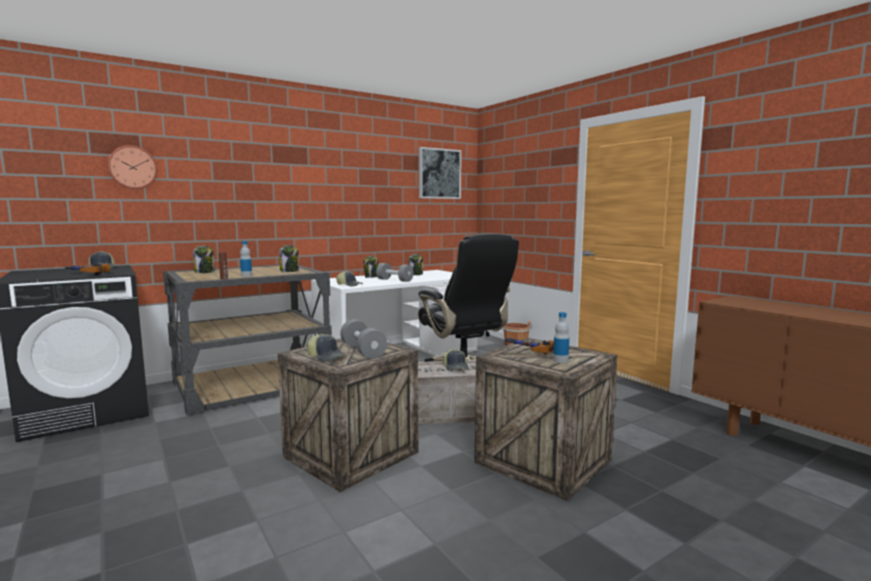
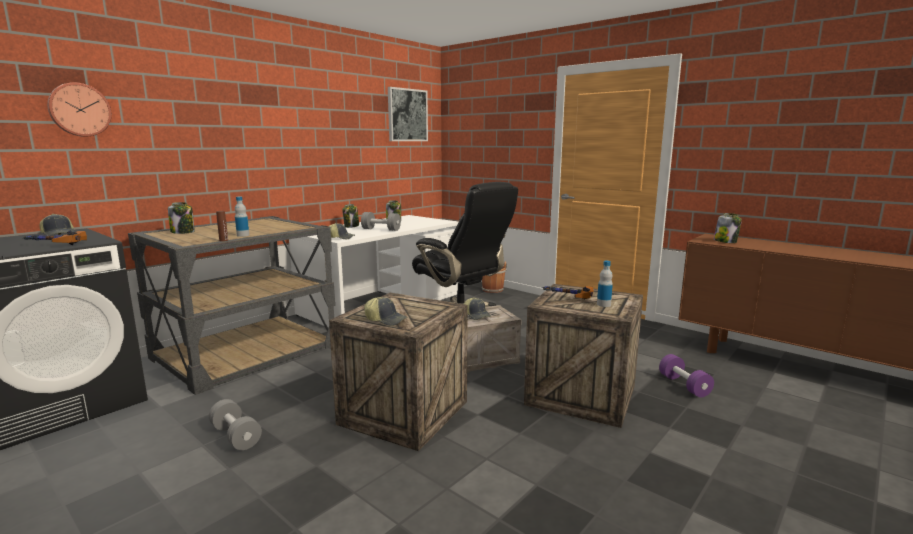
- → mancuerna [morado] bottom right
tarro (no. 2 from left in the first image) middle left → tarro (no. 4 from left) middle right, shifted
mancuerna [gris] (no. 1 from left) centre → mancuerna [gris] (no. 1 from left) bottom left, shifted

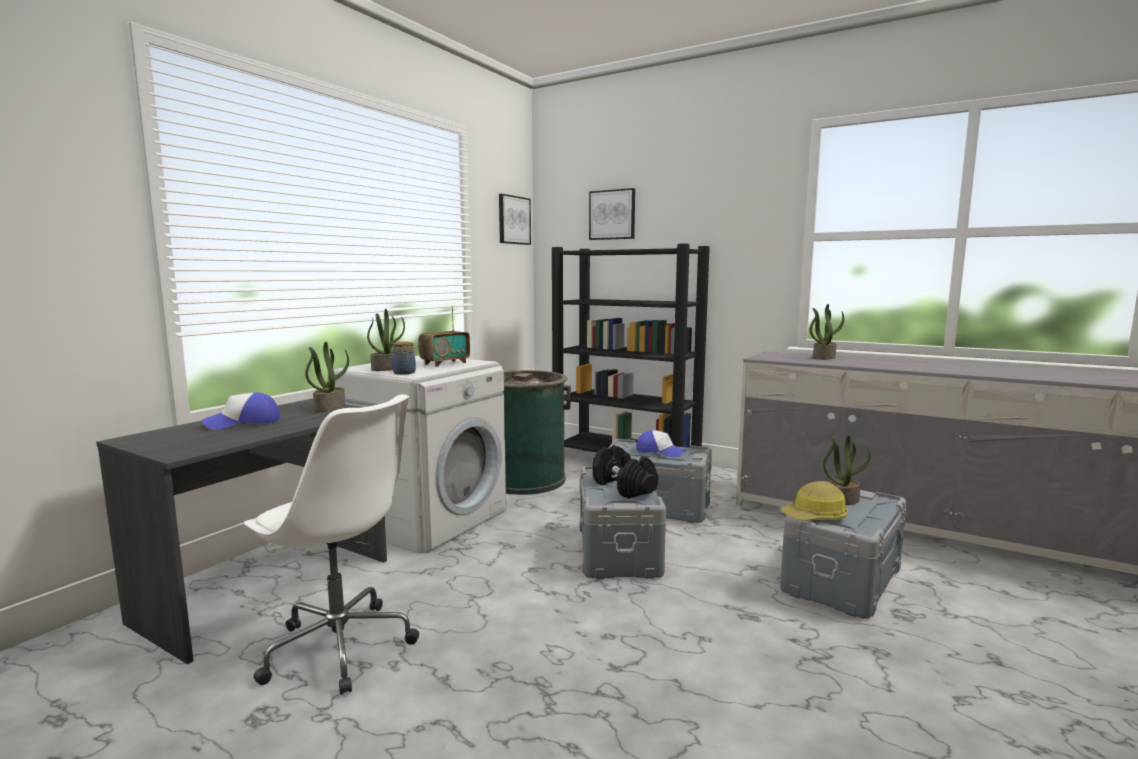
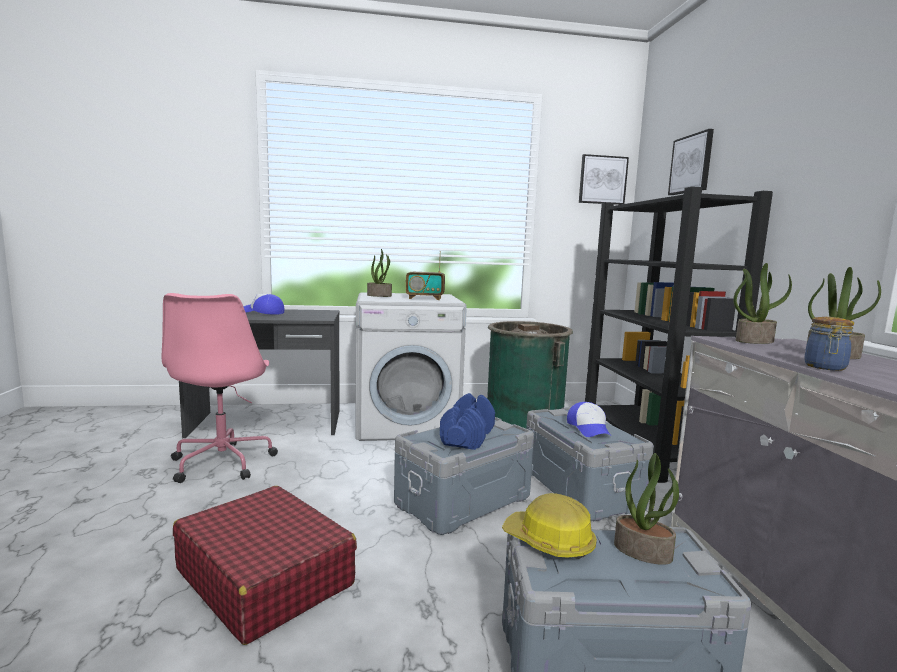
- → maleta [rojo] bottom left
planta en maceta (no. 1 from left in the first image) middle left → planta en maceta (no. 3 from left) middle right, shifted
tarro centre → tarro middle right, shifted
silla de oficina [blanco] bottom left → silla de oficina [rosa] middle left
mancuerna [negro] centre → mancuerna [azul] centre

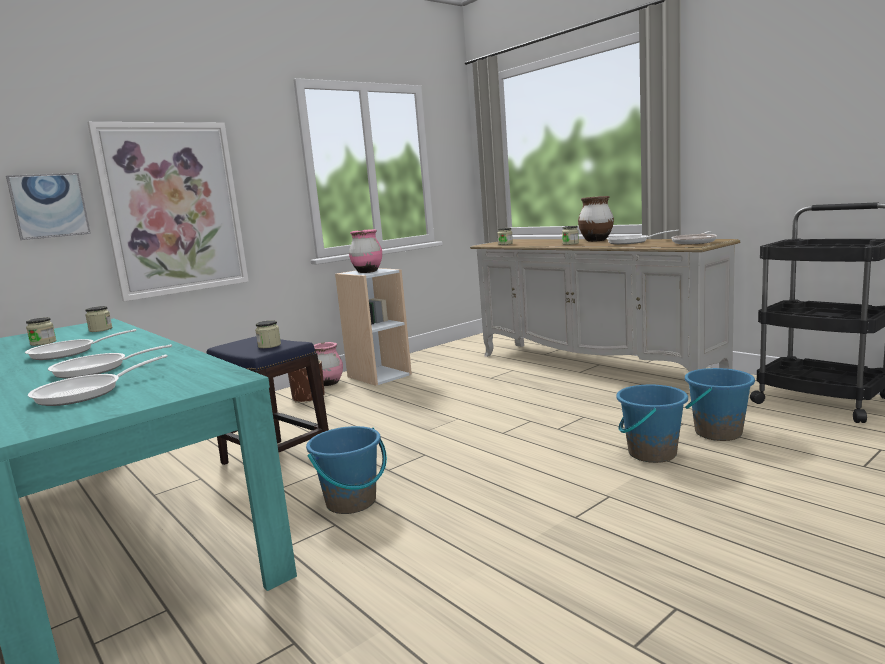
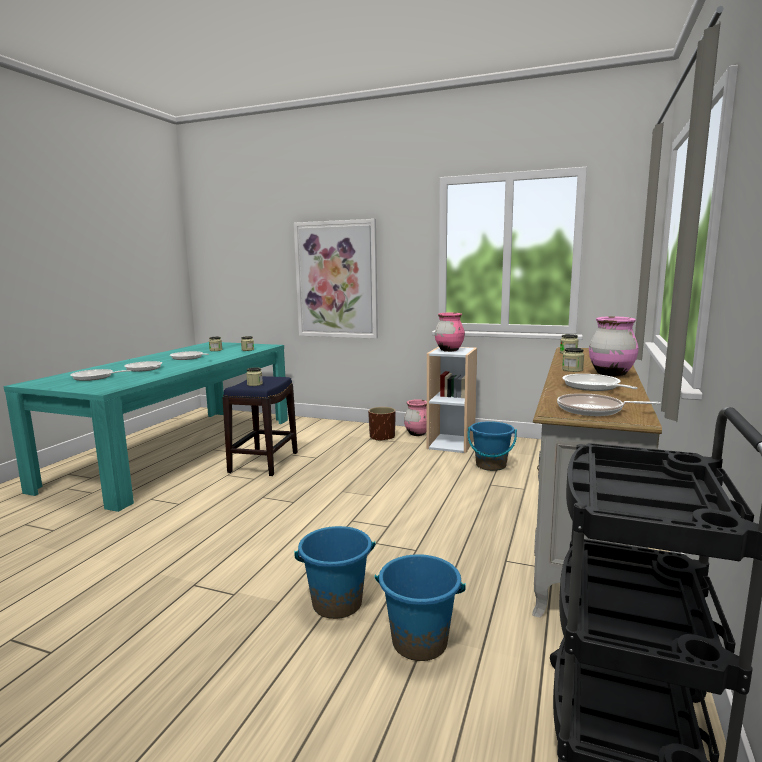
cuadro (no. 1 from left) top left → -
cubo [azul] (no. 1 from left in the first image) bottom centre → cubo [azul] (no. 3 from left) centre, shifted
florero [marrón] top right → florero [rosa] (no. 3 from left) middle right

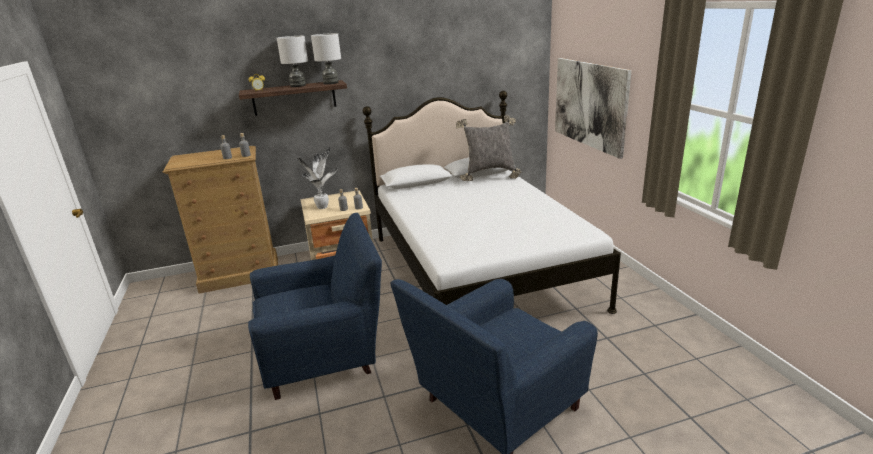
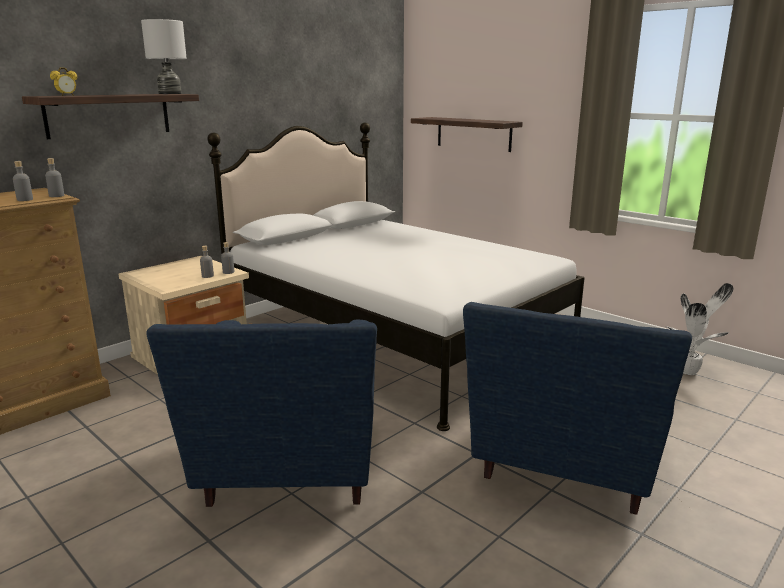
lámpara de mesa [gris] (no. 1 from left) top centre → -
cojín top centre → -
planta en maceta centre → planta en maceta middle right, shifted
cuadro top right → estante (no. 2 from left) top centre
sillón [azul] (no. 1 from left) bottom centre → sillón [azul] (no. 1 from left) bottom left, 135 degrees clockwise

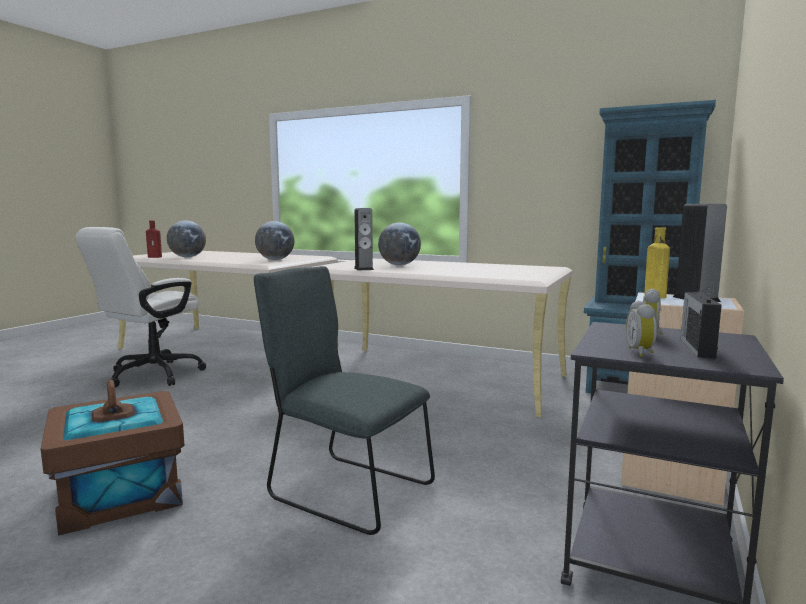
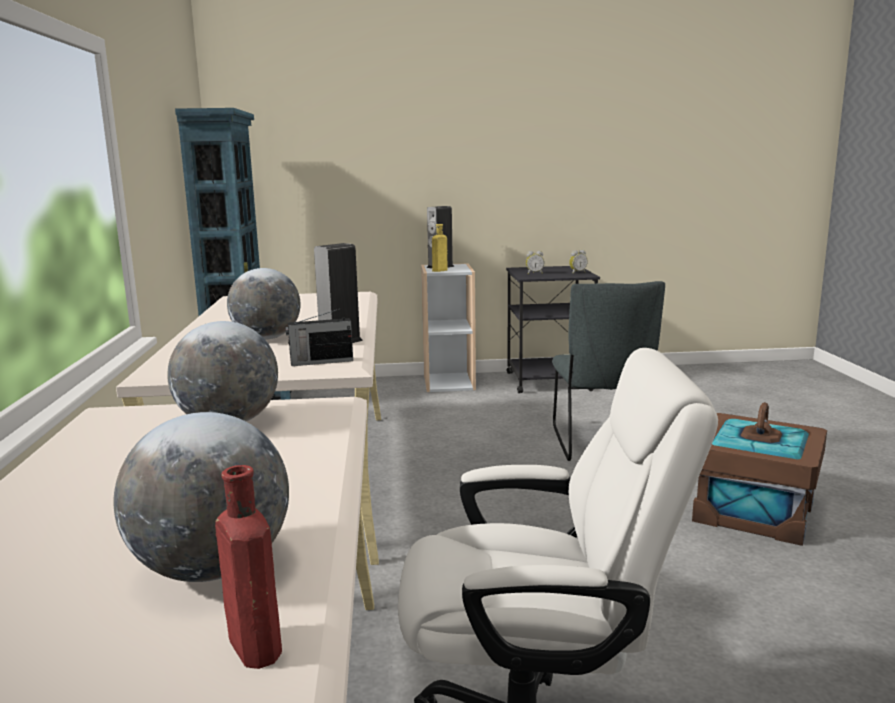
radio middle right → radio centre, shifted

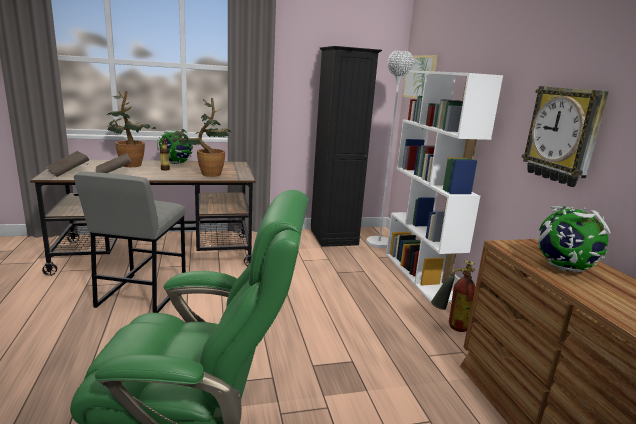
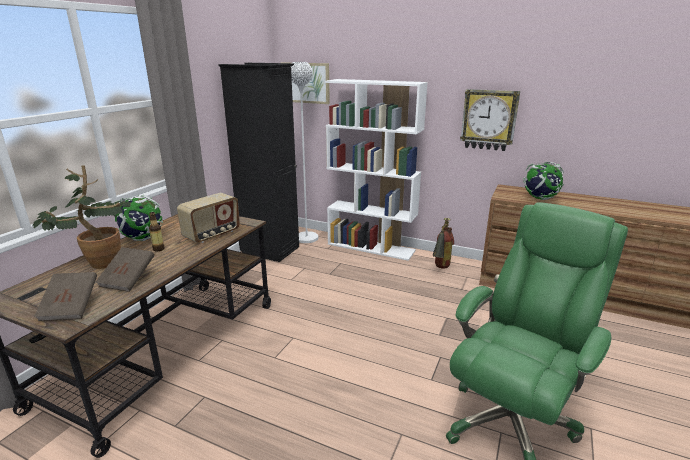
silla [gris] middle left → -
planta en maceta (no. 2 from left) top left → radio middle left

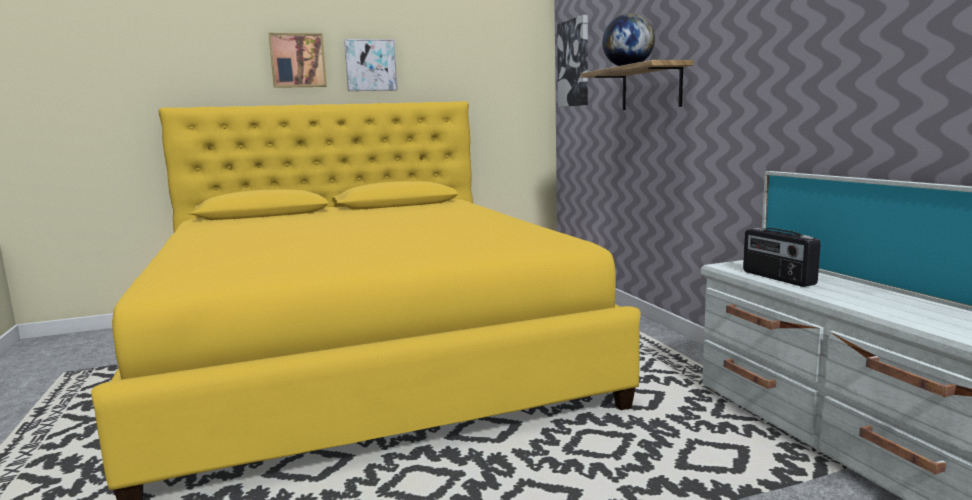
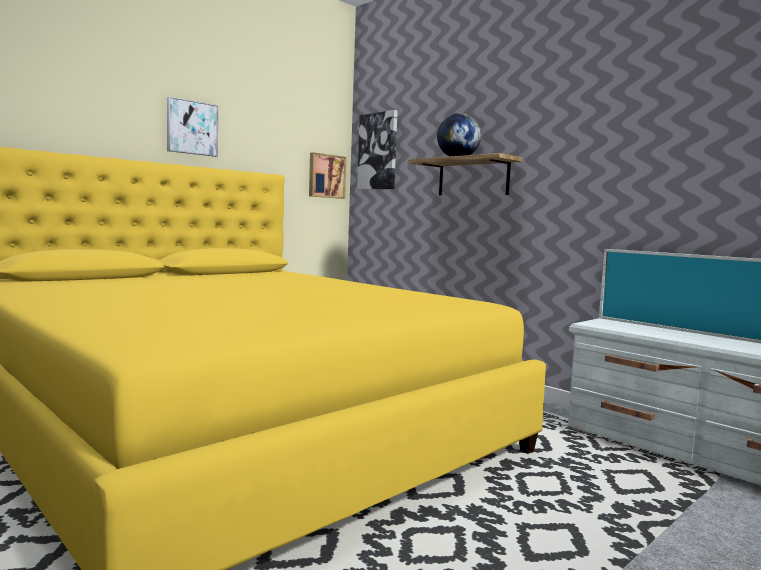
radio middle right → -
cuadro (no. 1 from left in the first image) top left → cuadro (no. 2 from left) top centre, shifted

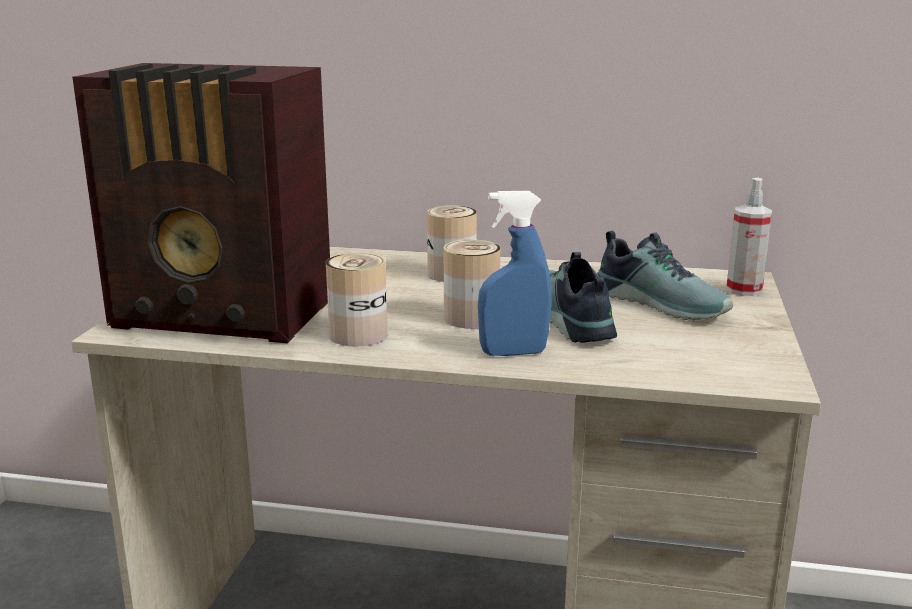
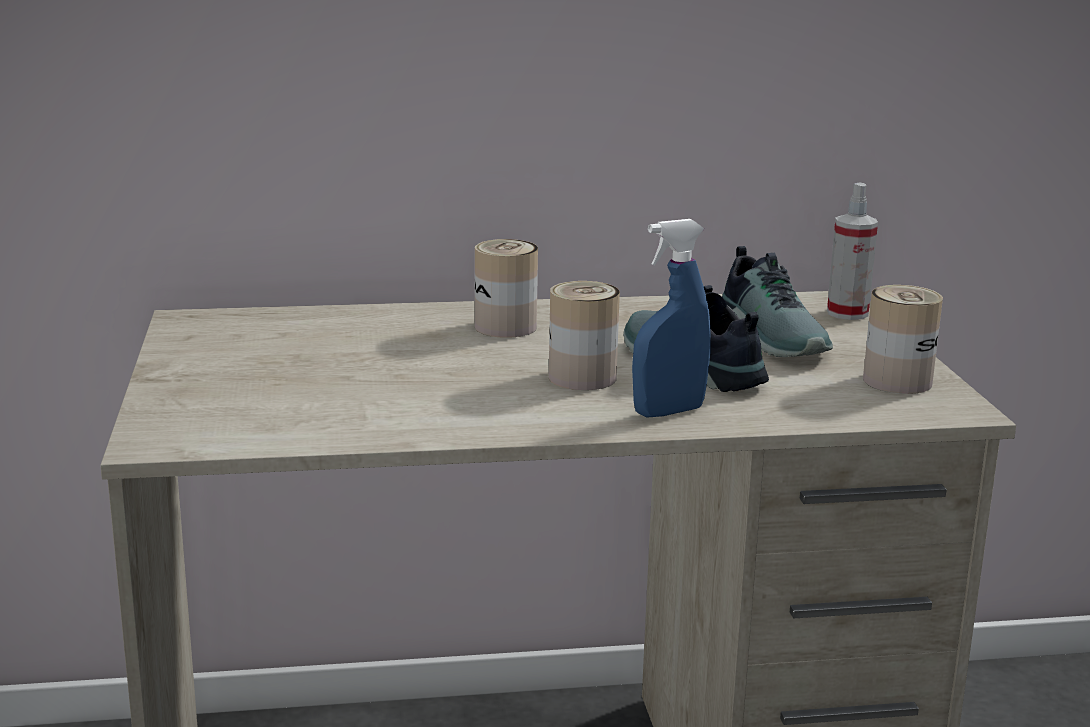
radio middle left → -
lata (no. 1 from left in the first image) centre → lata (no. 3 from left) middle right, shifted
zapato (no. 2 from left) middle right, 45 degrees clockwise

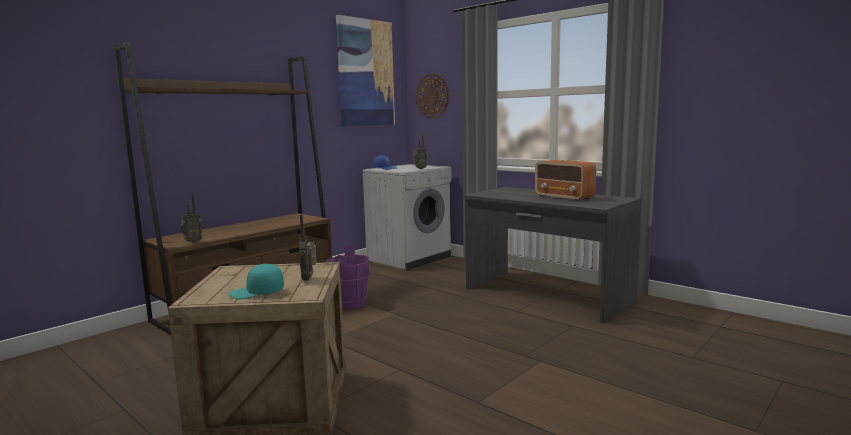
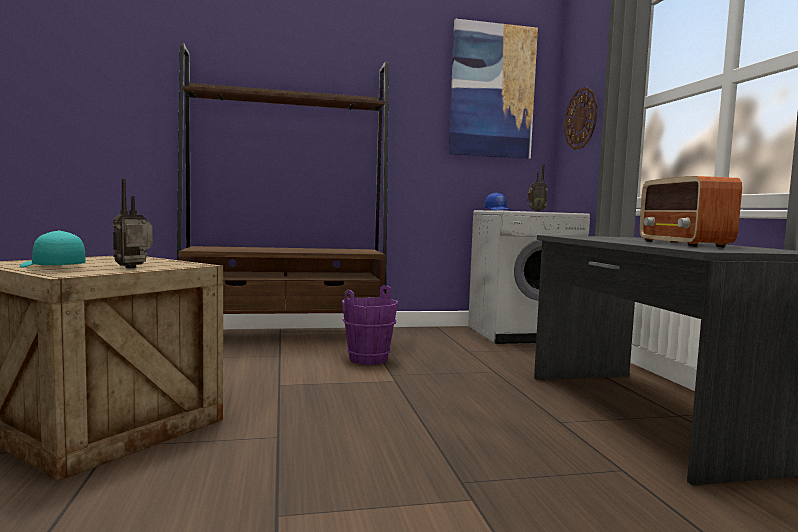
radio (no. 1 from left) middle left → -

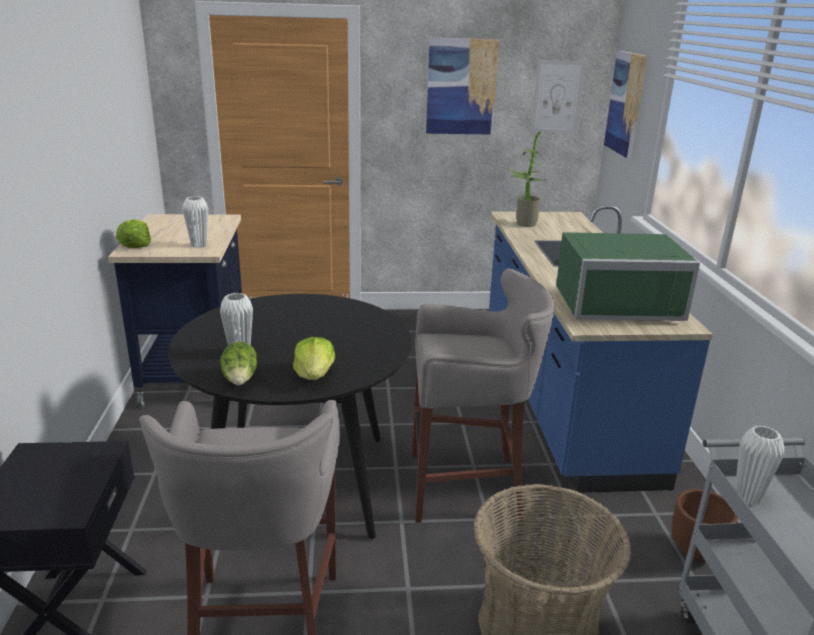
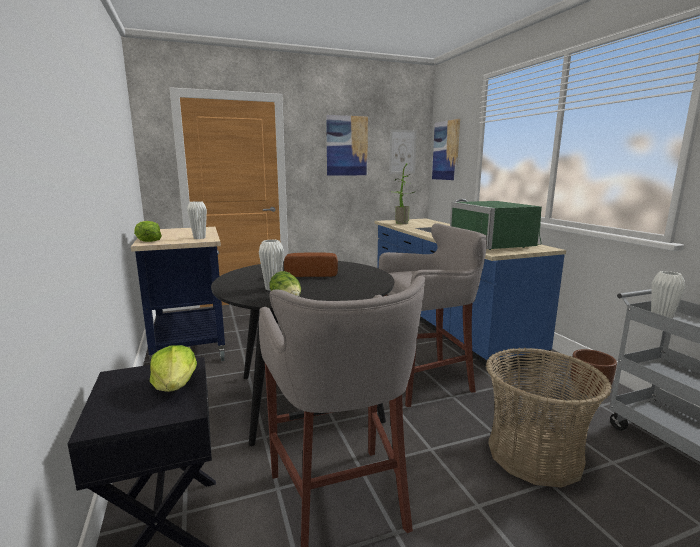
- → pan centre
lechuga (no. 3 from left in the first image) centre → lechuga (no. 2 from left) bottom left, shifted
microondas [verde] middle right, 90 degrees clockwise

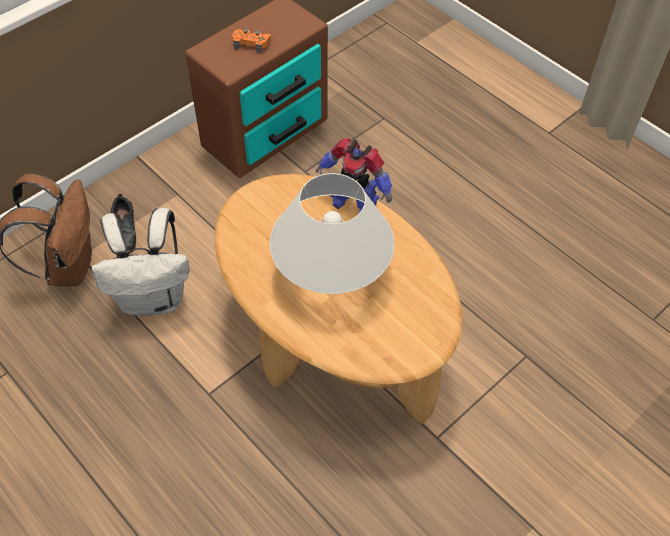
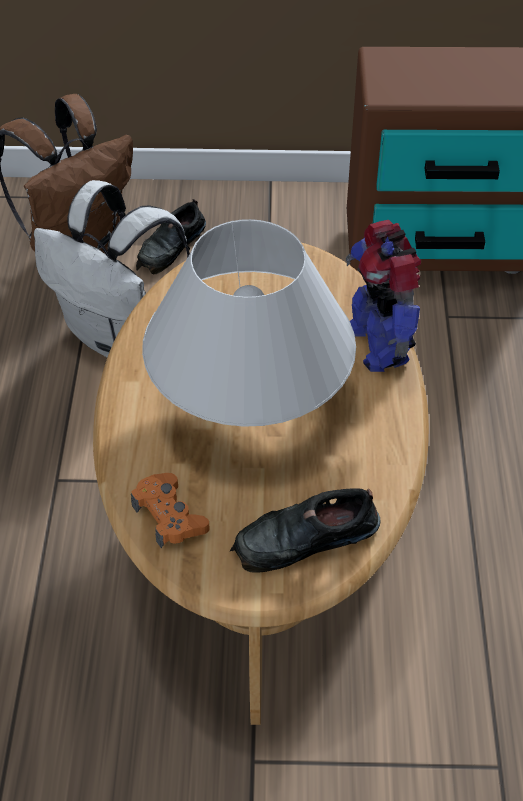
- → zapato [negro] (no. 2 from left) centre
mando de consola [naranja] top centre → mando de consola [naranja] middle left, shifted

